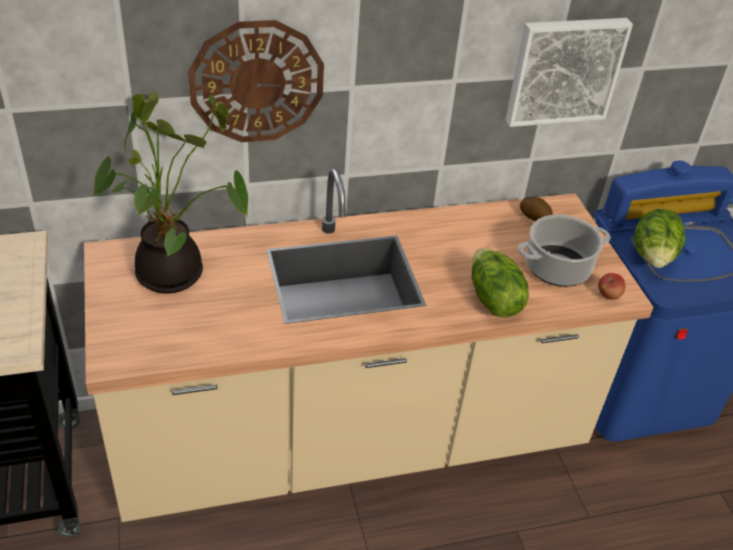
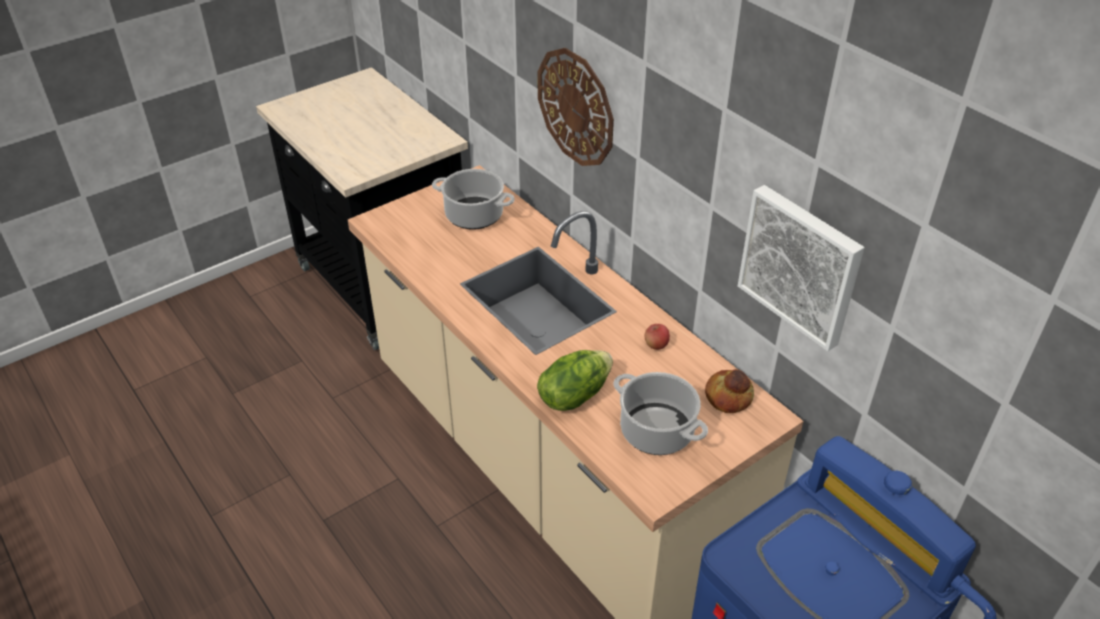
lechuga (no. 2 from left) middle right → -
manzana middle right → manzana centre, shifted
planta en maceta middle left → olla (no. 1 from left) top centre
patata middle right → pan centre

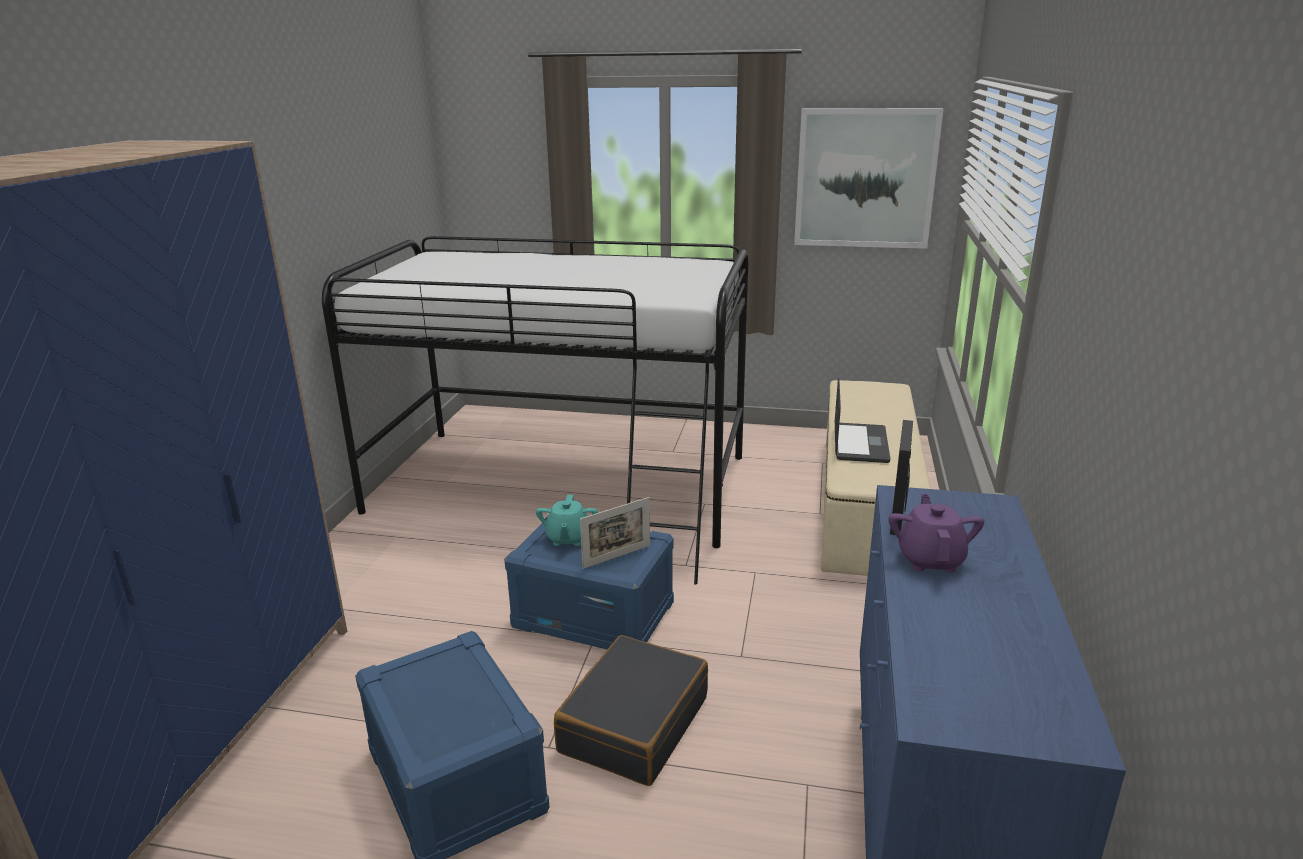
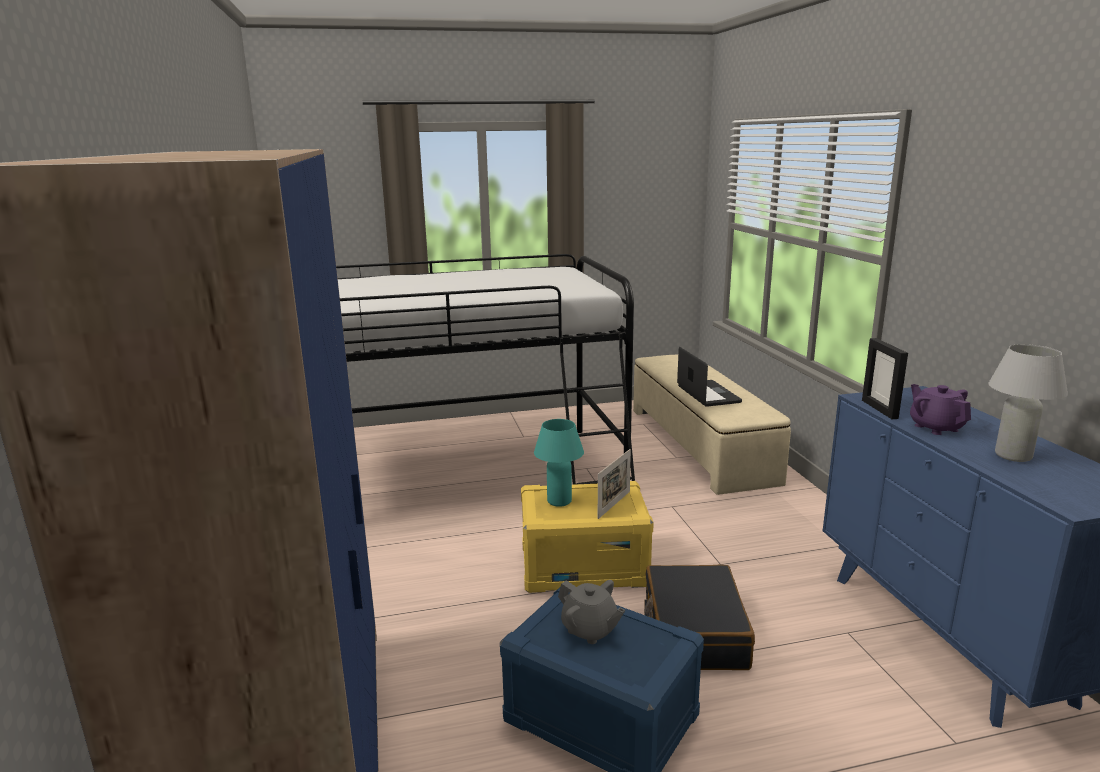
cuadro top right → -
- → tetera [gris] bottom centre
- → lámpara de mesa [blanco] middle right
tetera [turquesa] centre → lámpara de mesa [turquesa] centre
caja de almacenaje [azul] (no. 2 from left) bottom centre → caja de almacenaje [amarillo] bottom centre

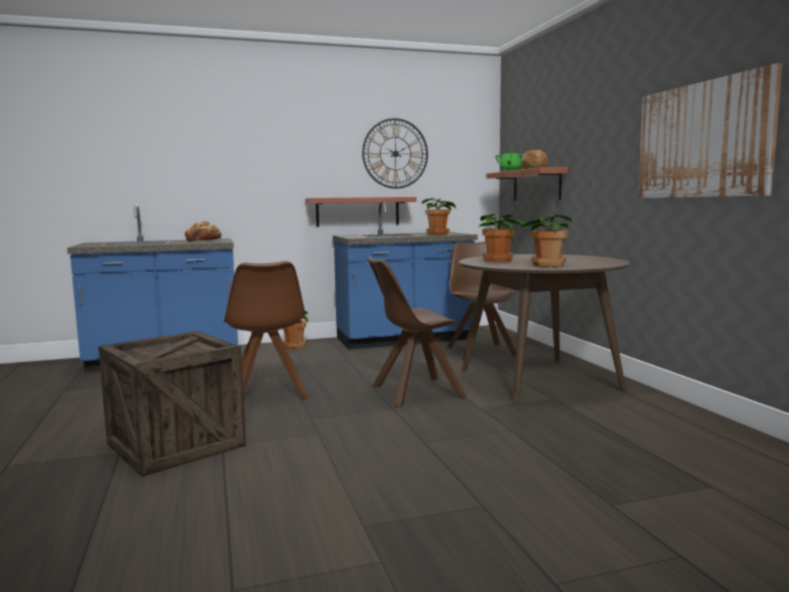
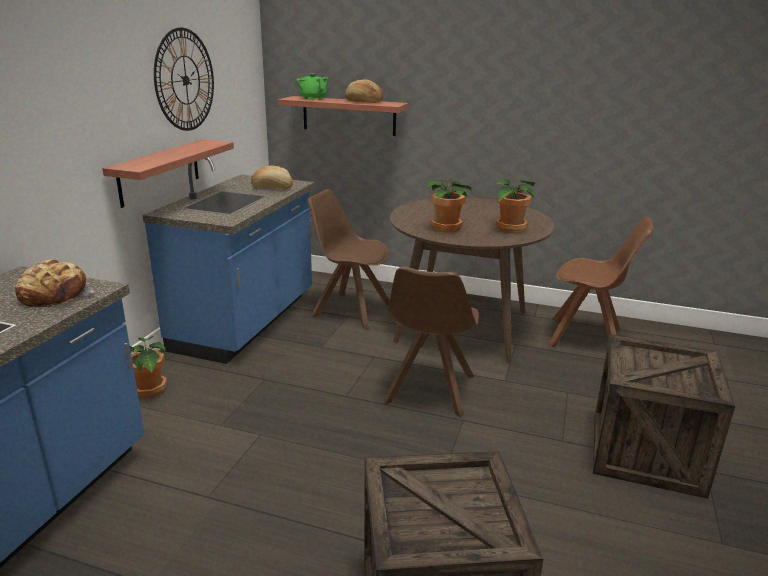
cuadro top right → -
- → caja de embalaje (no. 2 from left) bottom right
silla [marrón] (no. 1 from left in the first image) centre → silla [marrón] (no. 3 from left) middle right, shifted
planta en maceta (no. 2 from left) centre → pan (no. 2 from left) top centre

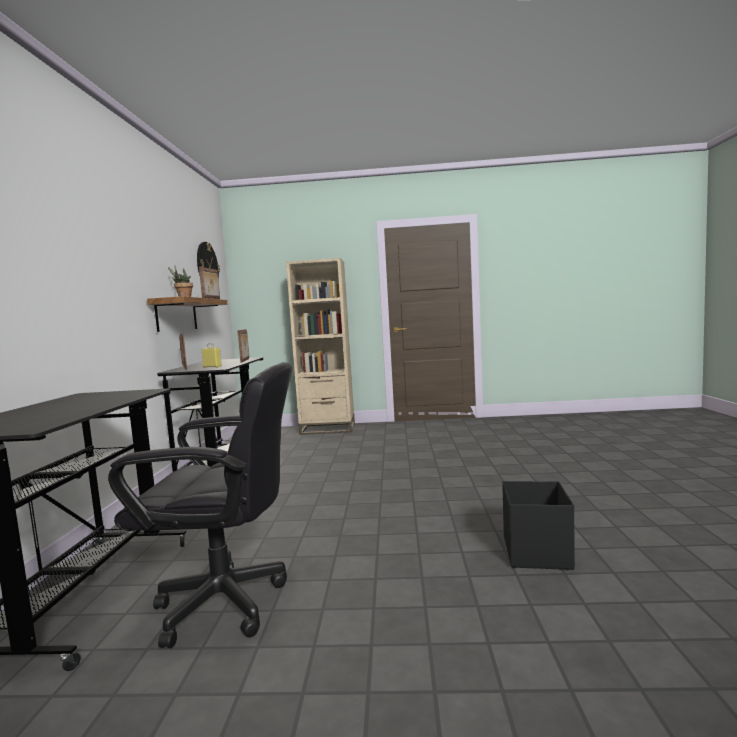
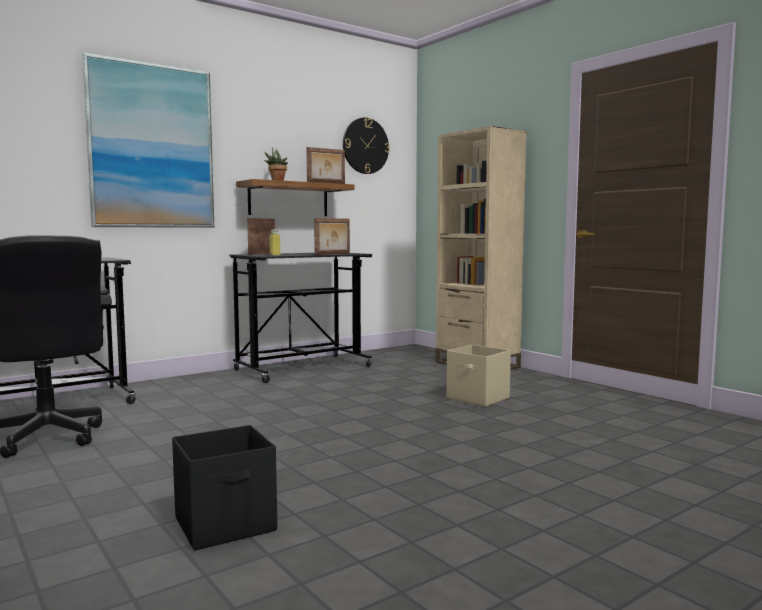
- → cuadro top left
- → caja de almacenaje [beis] centre

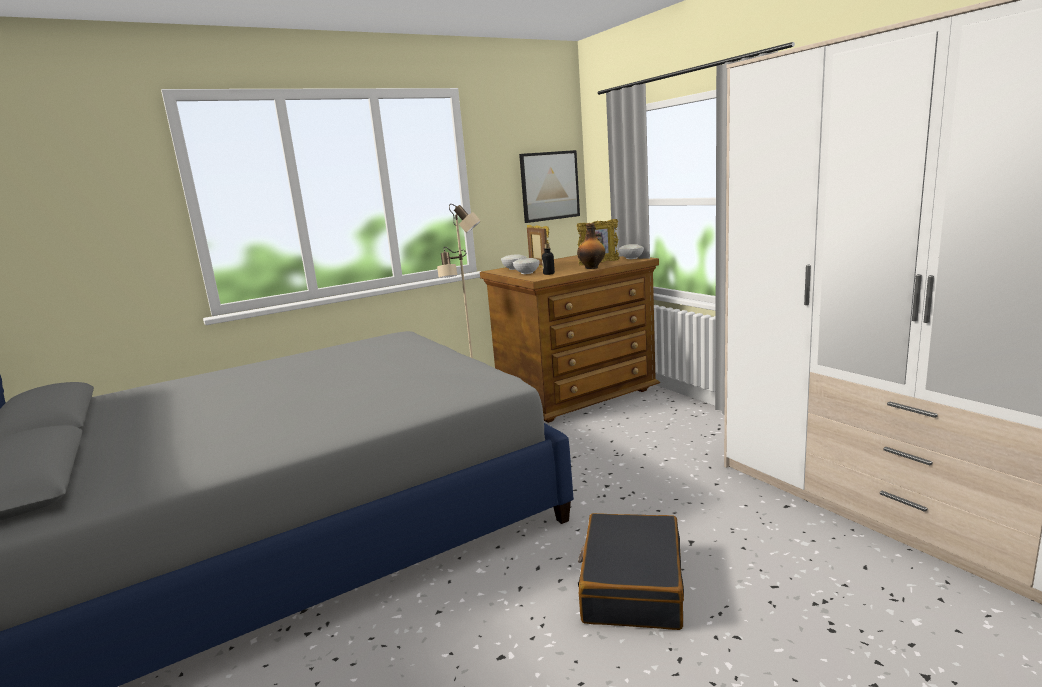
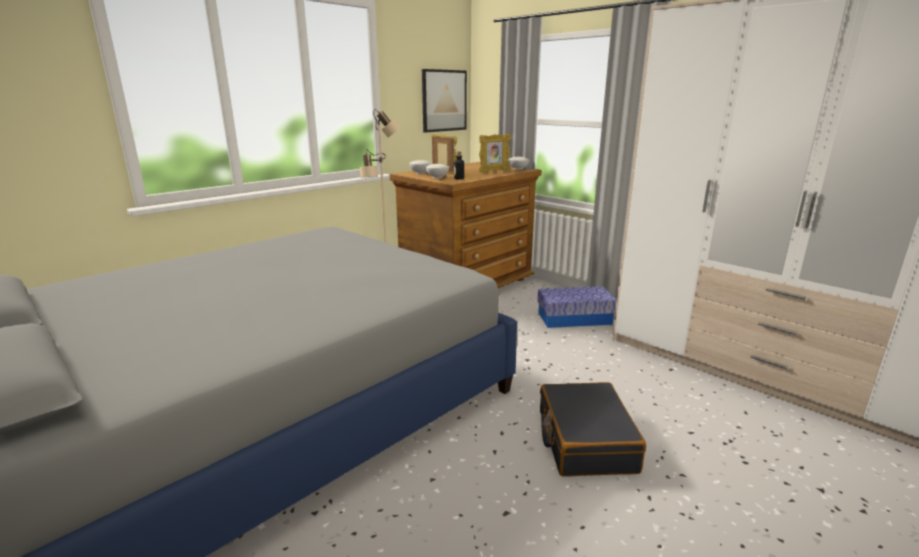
botella (no. 2 from left) centre → -
- → caja de almacenaje centre

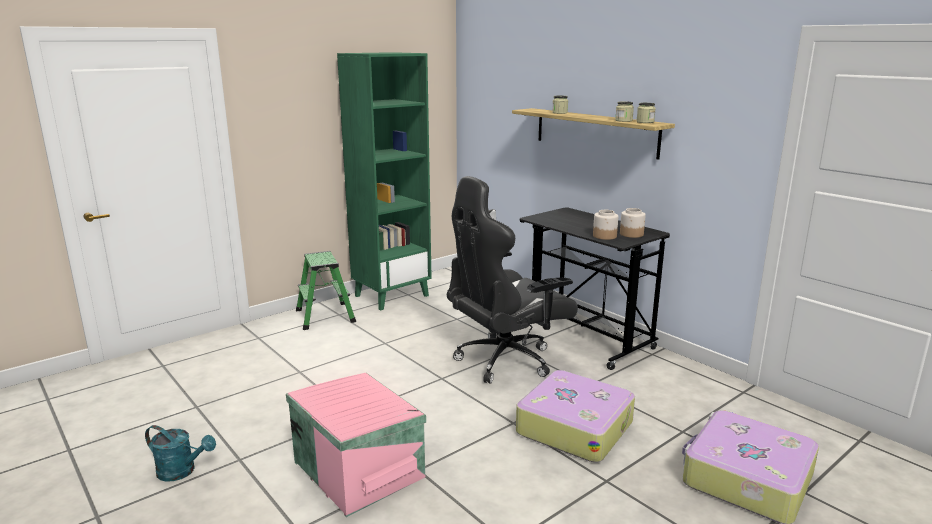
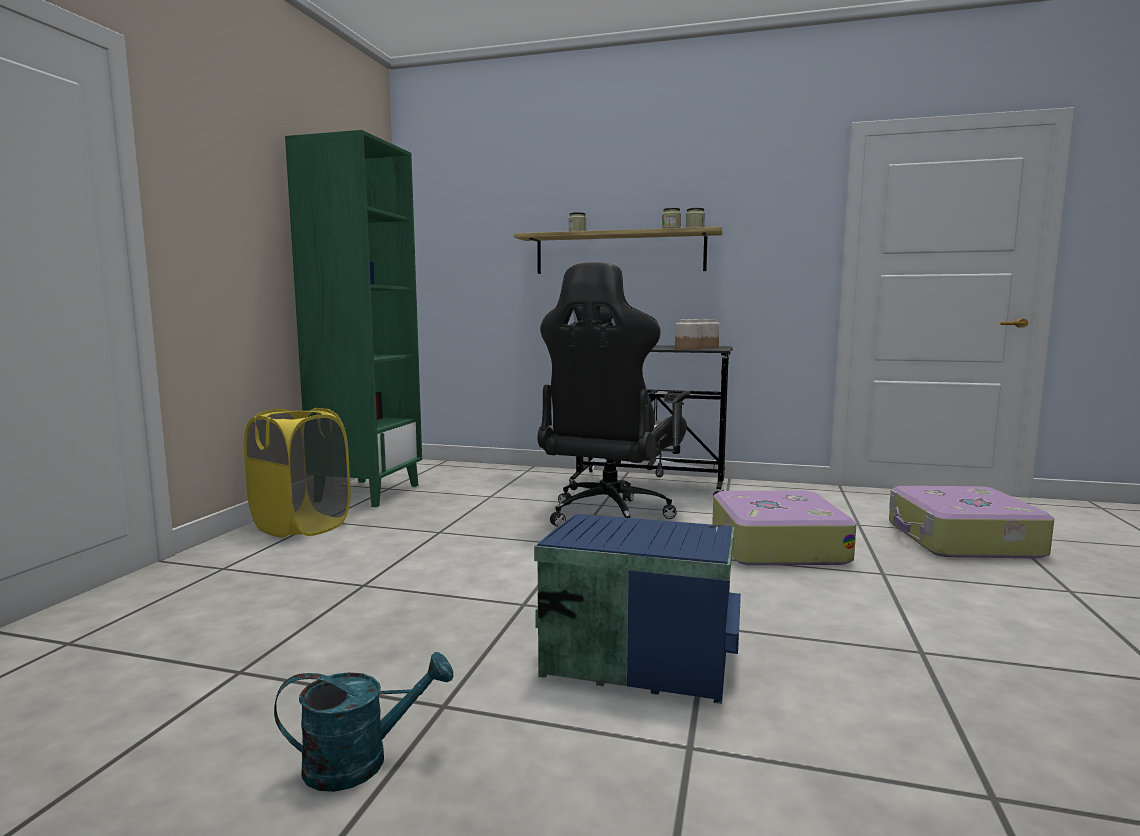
escalera de tijera [verde] centre → cesto de la ropa [amarillo] middle left
caja de almacenaje [rosa] bottom centre → caja de almacenaje [azul] bottom centre

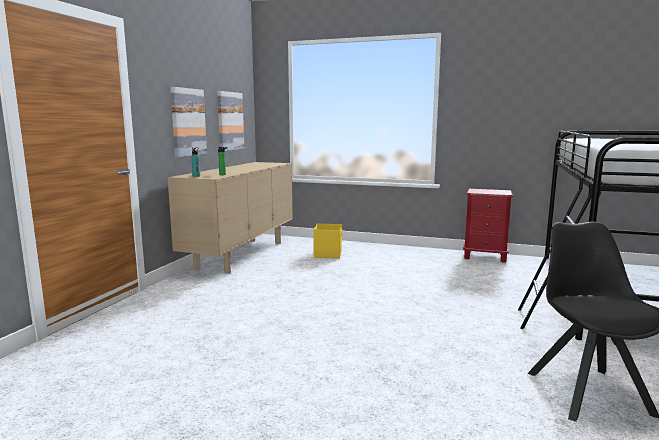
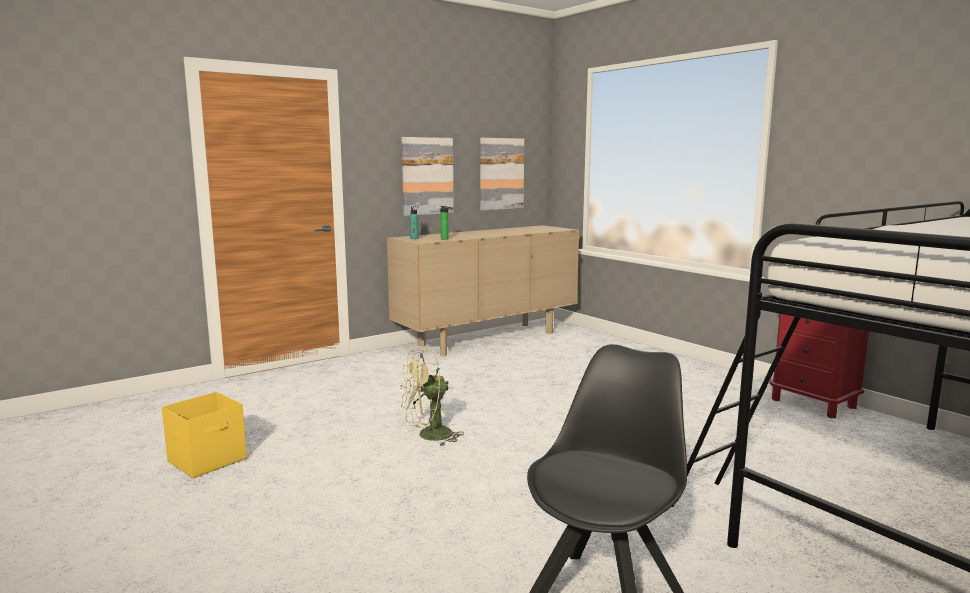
- → ventilador [verde] bottom centre
caja de almacenaje [amarillo] centre → caja de almacenaje [amarillo] bottom left, shifted

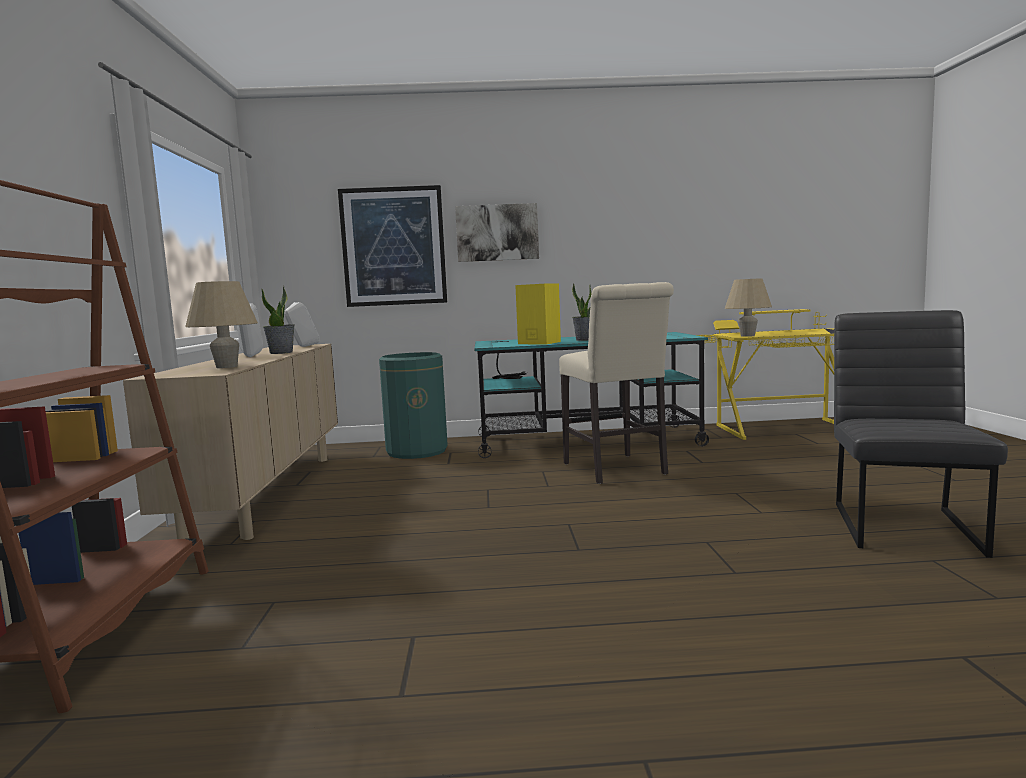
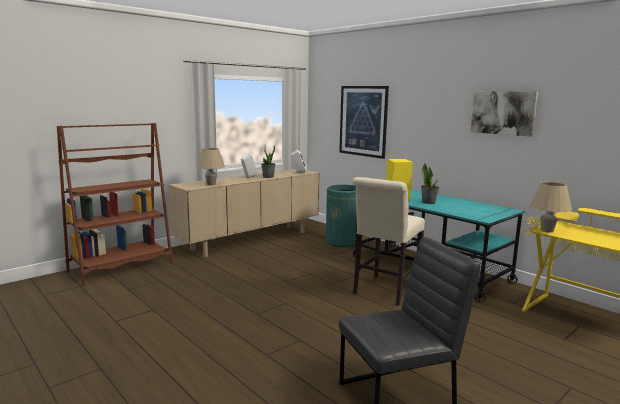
cuadro (no. 2 from left) top centre → cuadro (no. 2 from left) top right, shifted

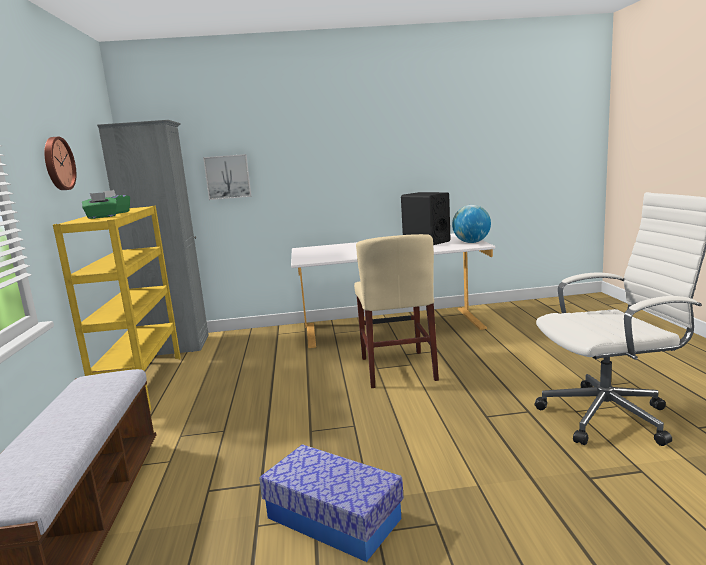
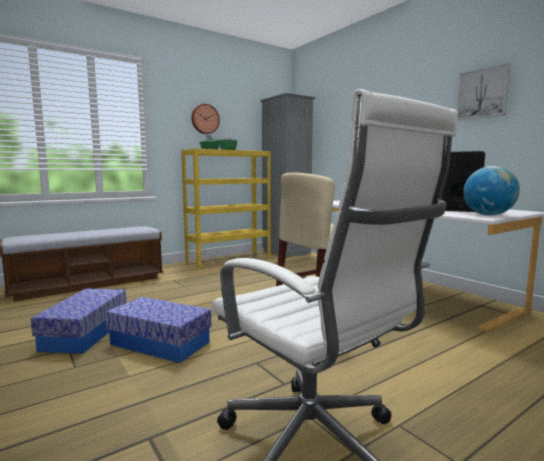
- → caja de almacenaje (no. 2 from left) bottom left
cuadro top left → cuadro top right, shifted

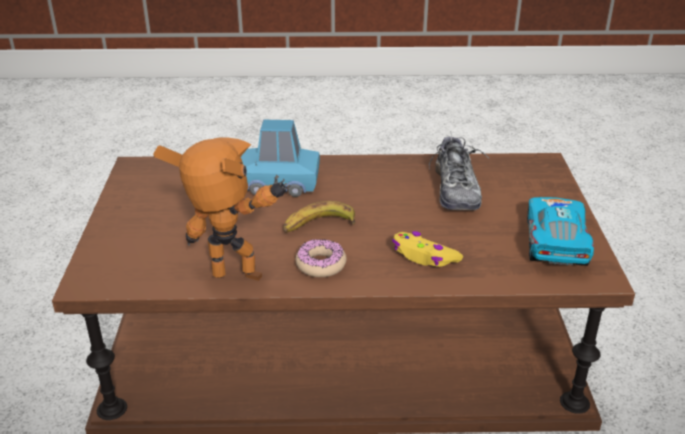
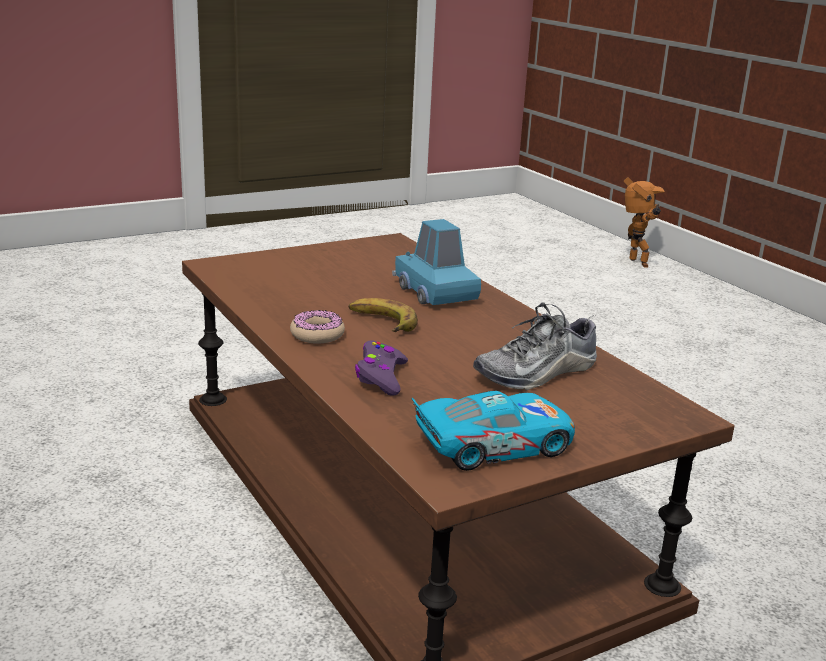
robot de juguete middle left → robot de juguete middle right, shifted
mando de consola [amarillo] centre → mando de consola [morado] centre

